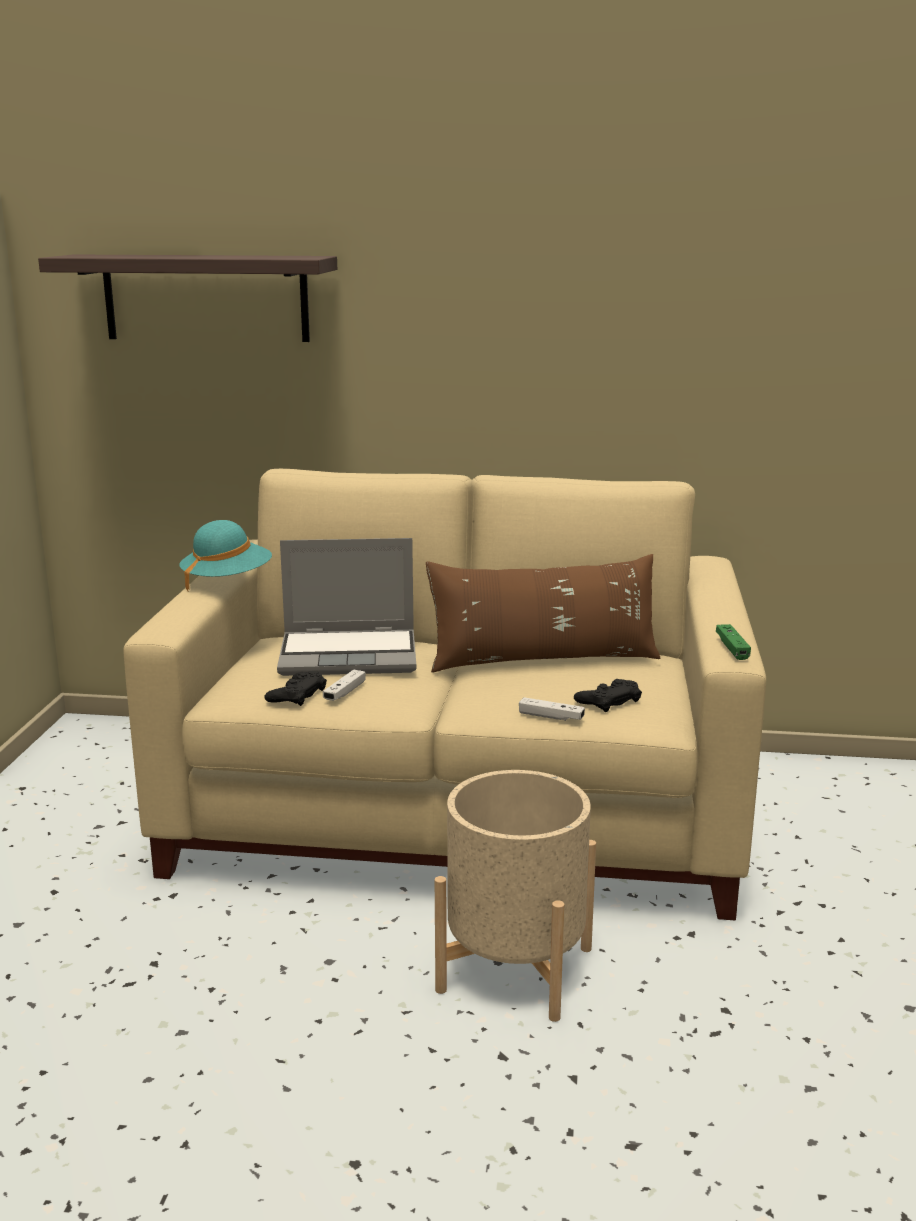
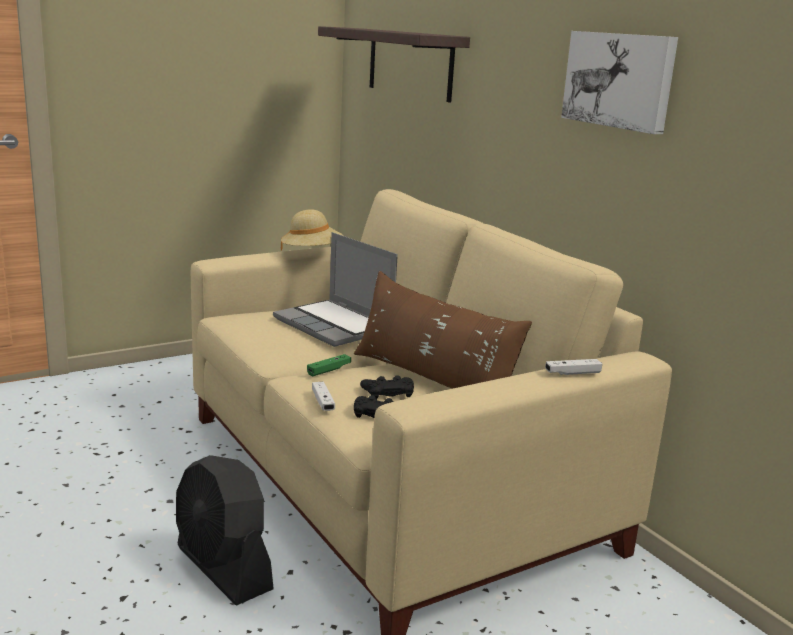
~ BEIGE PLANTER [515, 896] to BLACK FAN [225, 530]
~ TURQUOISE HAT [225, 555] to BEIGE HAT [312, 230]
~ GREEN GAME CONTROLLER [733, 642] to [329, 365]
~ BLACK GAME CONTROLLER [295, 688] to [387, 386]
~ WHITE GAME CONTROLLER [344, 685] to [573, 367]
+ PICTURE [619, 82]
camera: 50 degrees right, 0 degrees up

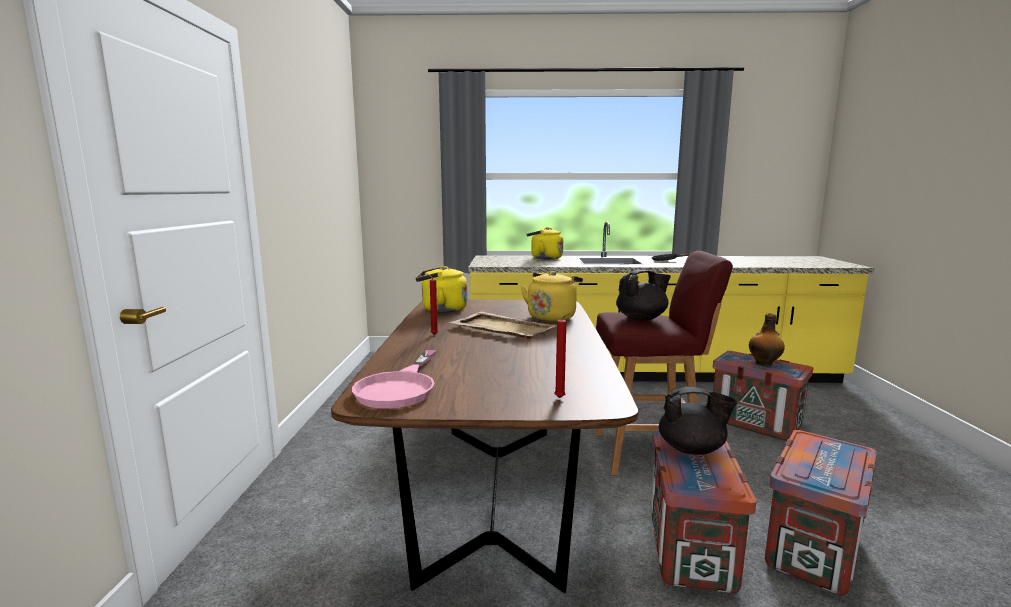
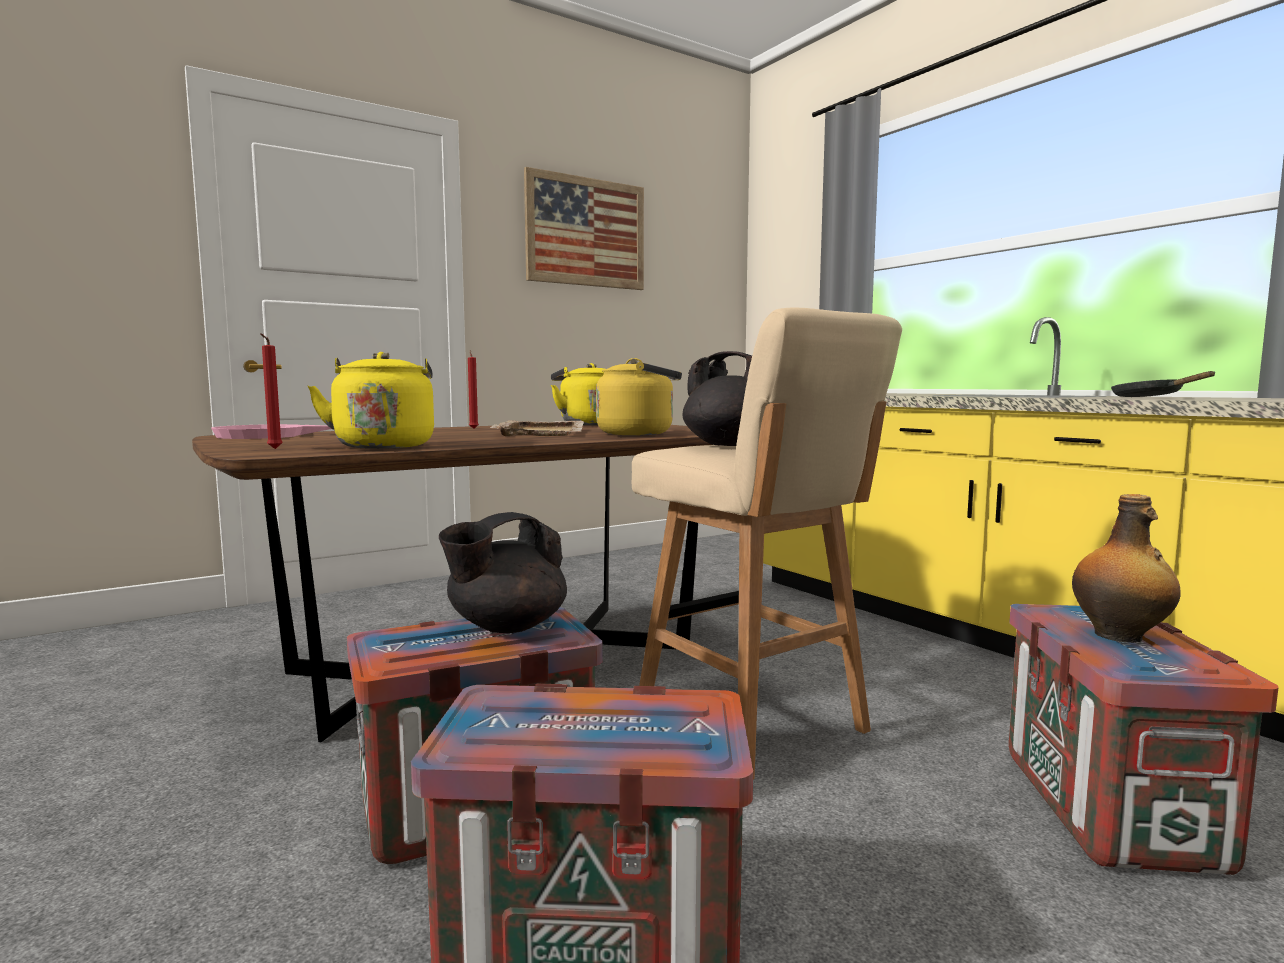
~ YELLOW KETTLE [545, 243] to [371, 400]
~ BLACK TEAPOT [698, 421] = [503, 572] 75 degrees clockwise
+ PICTURE [584, 228]
~ RED STOOL [664, 363] to BEIGE STOOL [767, 544]
camera: 55 degrees right, 5 degrees down

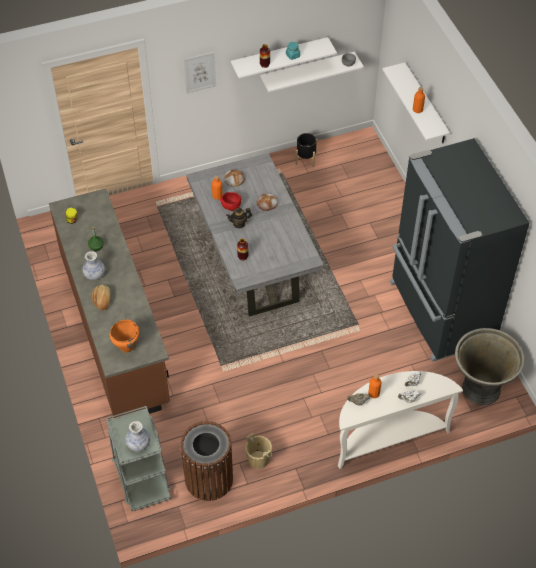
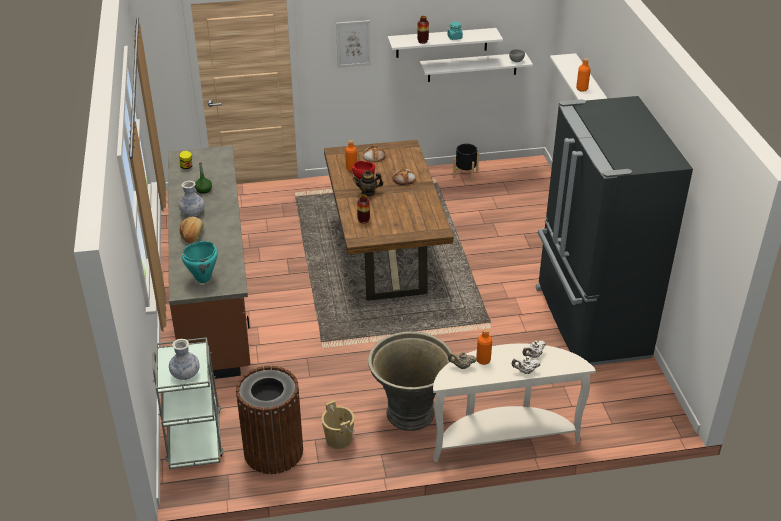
~ ORANGE COOKING POT [124, 336] to TURQUOISE COOKING POT [200, 262]
~ GREY DINING TABLE [255, 235] to BROWN DINING TABLE [389, 220]
~ GREY PLANTER [490, 366] to [411, 381]
camera: 10 degrees right, 15 degrees down

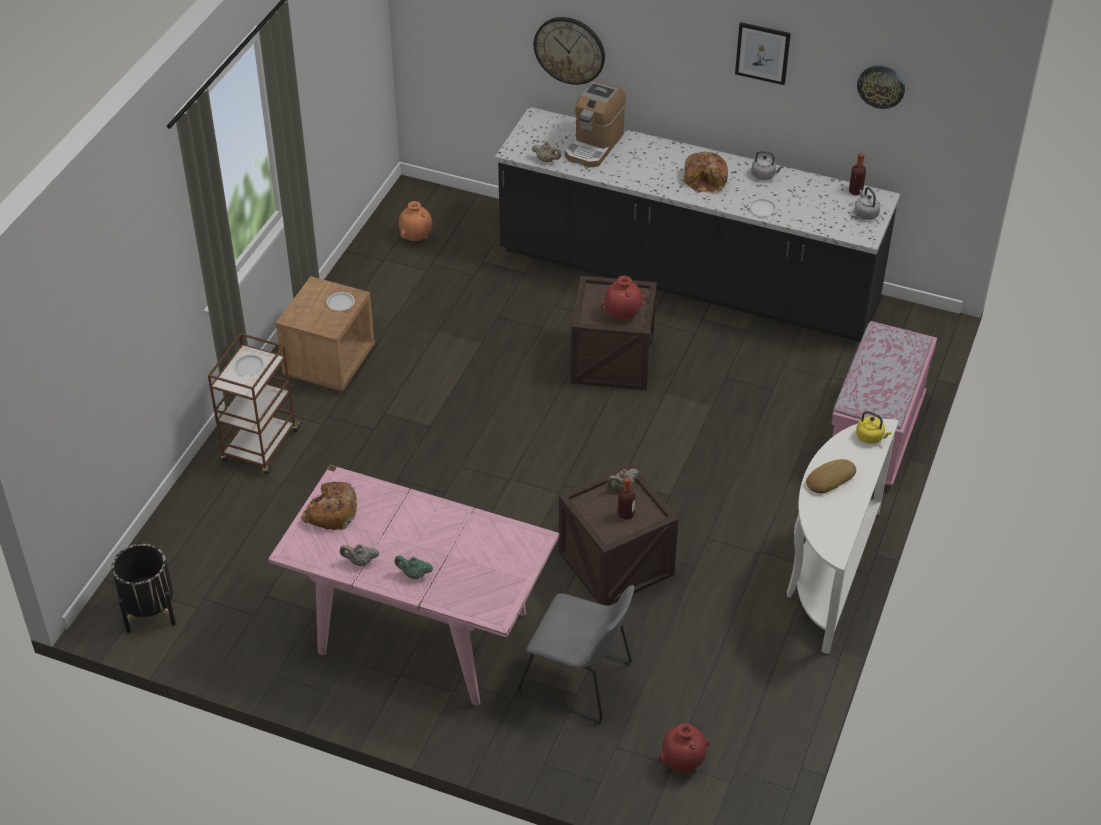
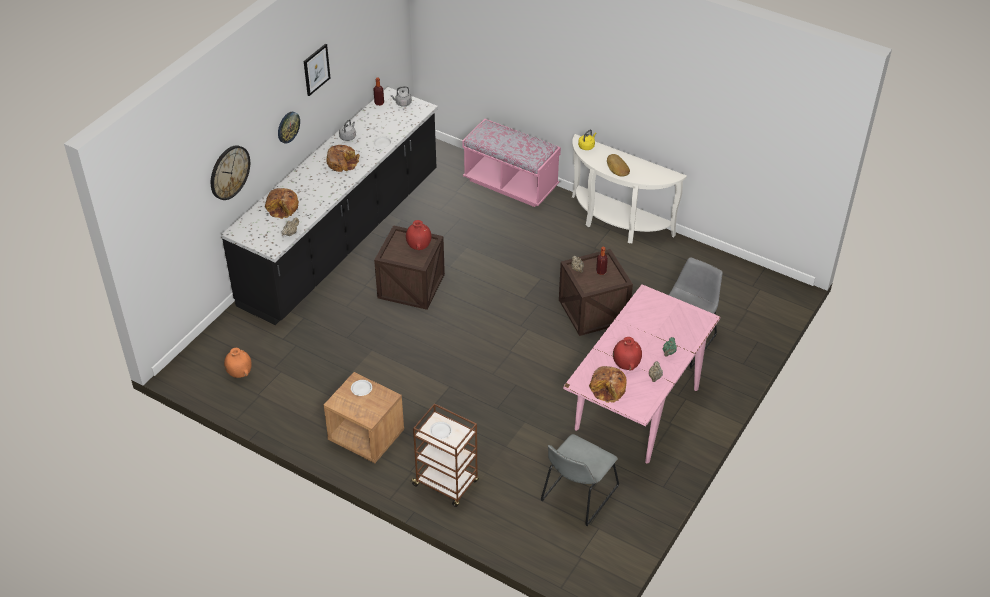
~ COFFEE MACHINE [595, 124] to BREAD [282, 203]
~ WALL CLOCK [881, 87] to [289, 128]
+ GREY CHAIR [580, 480]
~ RED VASE [684, 747] to [627, 353]
- BLACK PLANTER [143, 588]
camera: 80 degrees left, 0 degrees up

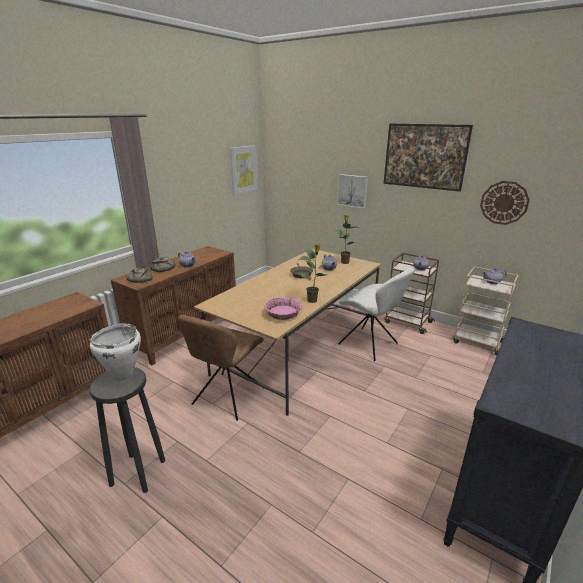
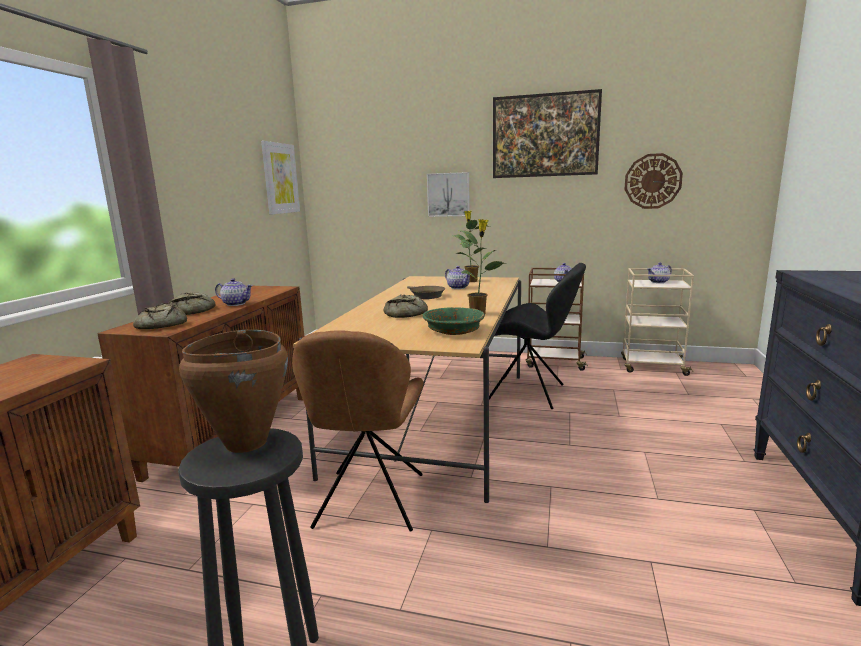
~ WHITE COOKING POT [115, 352] to BROWN COOKING POT [233, 391]
+ BREAD [406, 306]
~ PINK BOWL [283, 308] to GREEN BOWL [453, 321]
~ WHITE CHAIR [376, 314] to BLACK CHAIR [537, 336]
camera: 20 degrees left, 10 degrees down

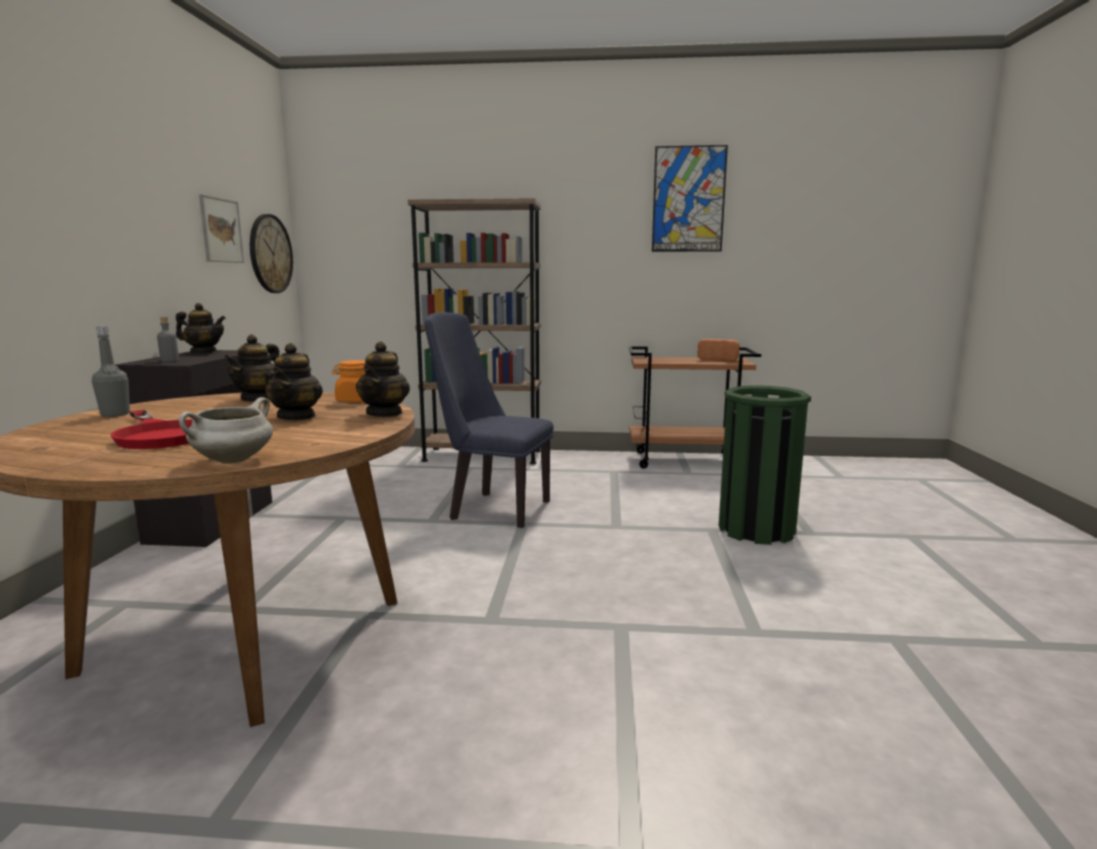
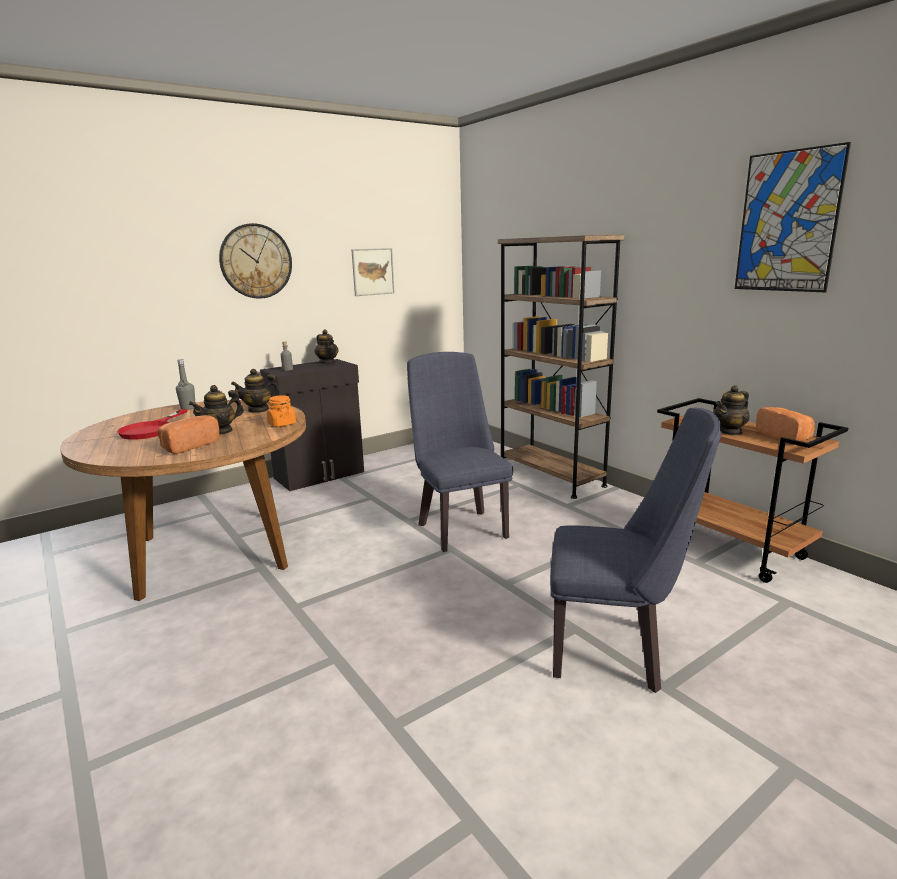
+ BREAD [188, 434]
~ WALL CLOCK [271, 253] to [255, 261]
~ GREEN TRASH CAN [765, 465] to BLUE CHAIR [636, 550]
~ TEAPOT [383, 379] to [731, 410]
- WHITE COOKING POT [226, 430]
camera: 50 degrees right, 5 degrees up

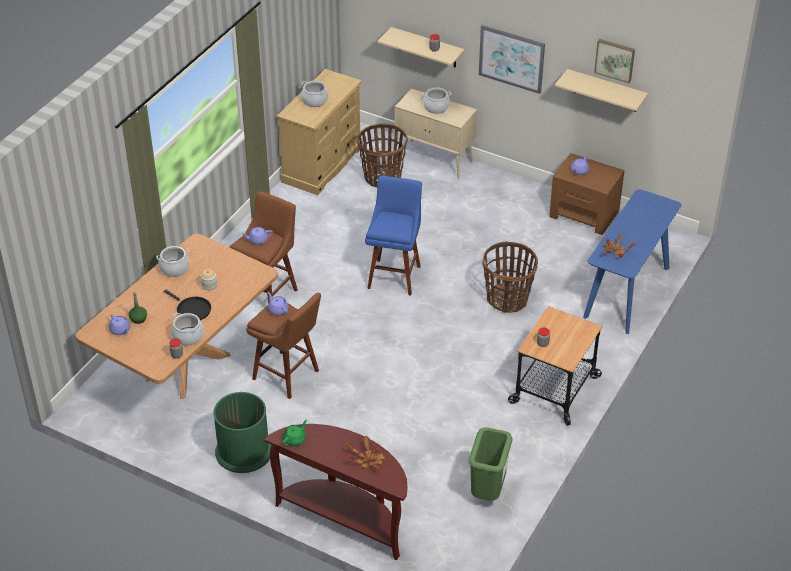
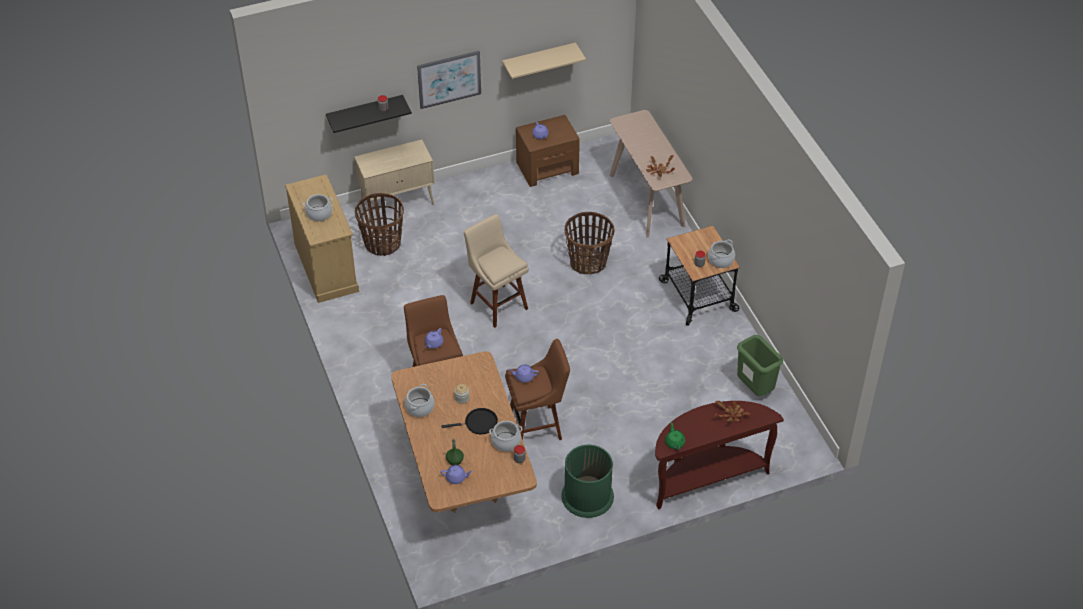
~ BEIGE SHELF [421, 47] to BLACK SHELF [369, 114]
~ BLUE STOOL [393, 235] to BEIGE STOOL [496, 271]
~ BLUE CONSOLE TABLE [632, 261] to BEIGE CONSOLE TABLE [650, 173]
~ COOKING POT [436, 101] to [721, 253]
- PICTURE [614, 61]
camera: 50 degrees left, 5 degrees up

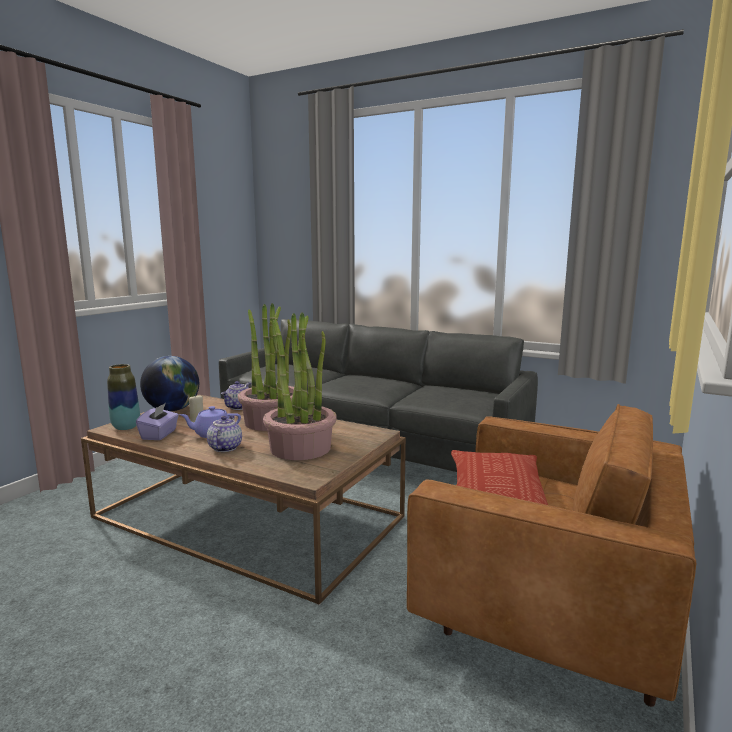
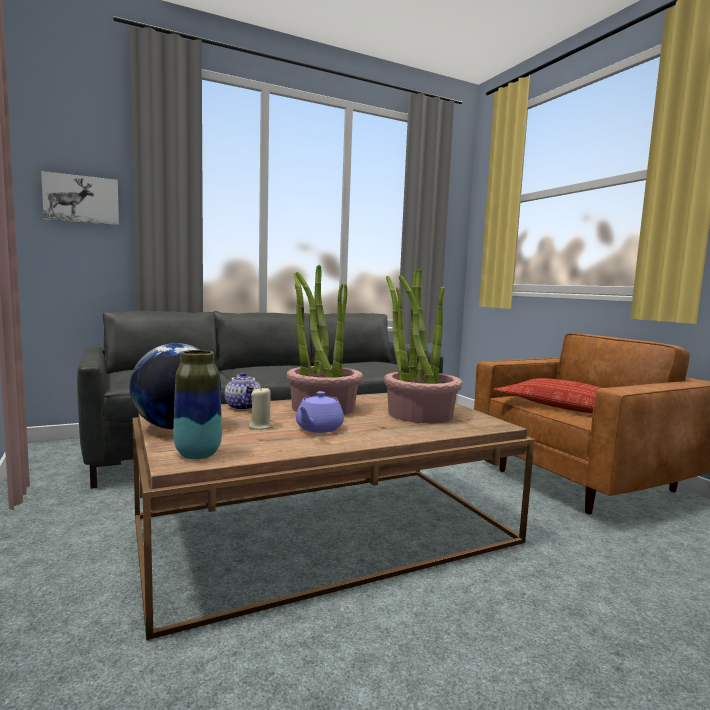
+ PICTURE [80, 198]
- PURPLE TISSUE BOX [157, 421]
- TEAPOT [224, 434]
camera: 55 degrees left, 5 degrees down

